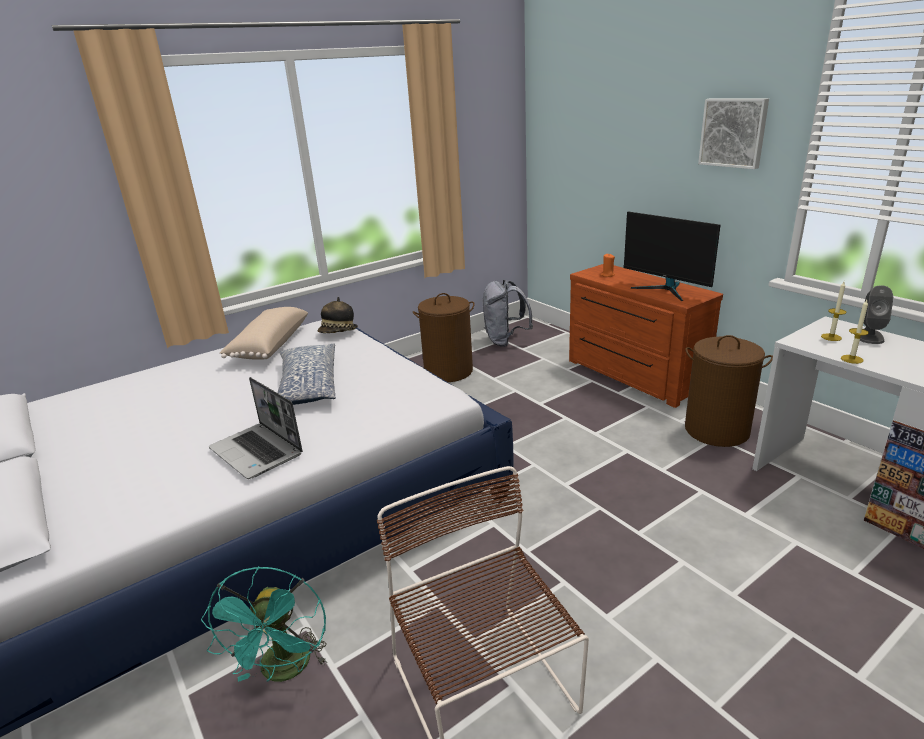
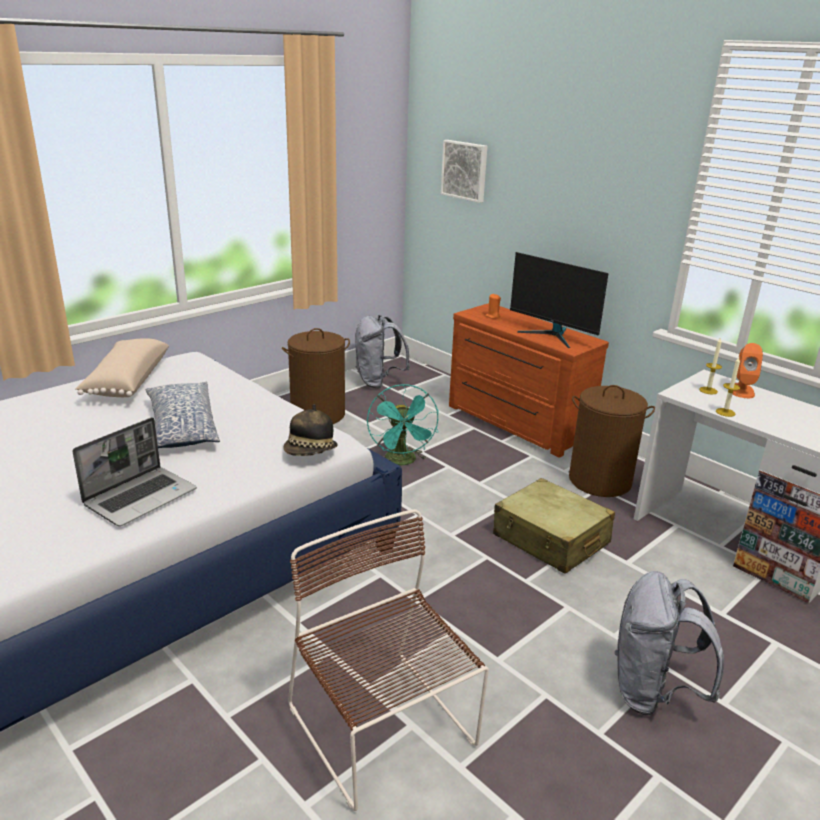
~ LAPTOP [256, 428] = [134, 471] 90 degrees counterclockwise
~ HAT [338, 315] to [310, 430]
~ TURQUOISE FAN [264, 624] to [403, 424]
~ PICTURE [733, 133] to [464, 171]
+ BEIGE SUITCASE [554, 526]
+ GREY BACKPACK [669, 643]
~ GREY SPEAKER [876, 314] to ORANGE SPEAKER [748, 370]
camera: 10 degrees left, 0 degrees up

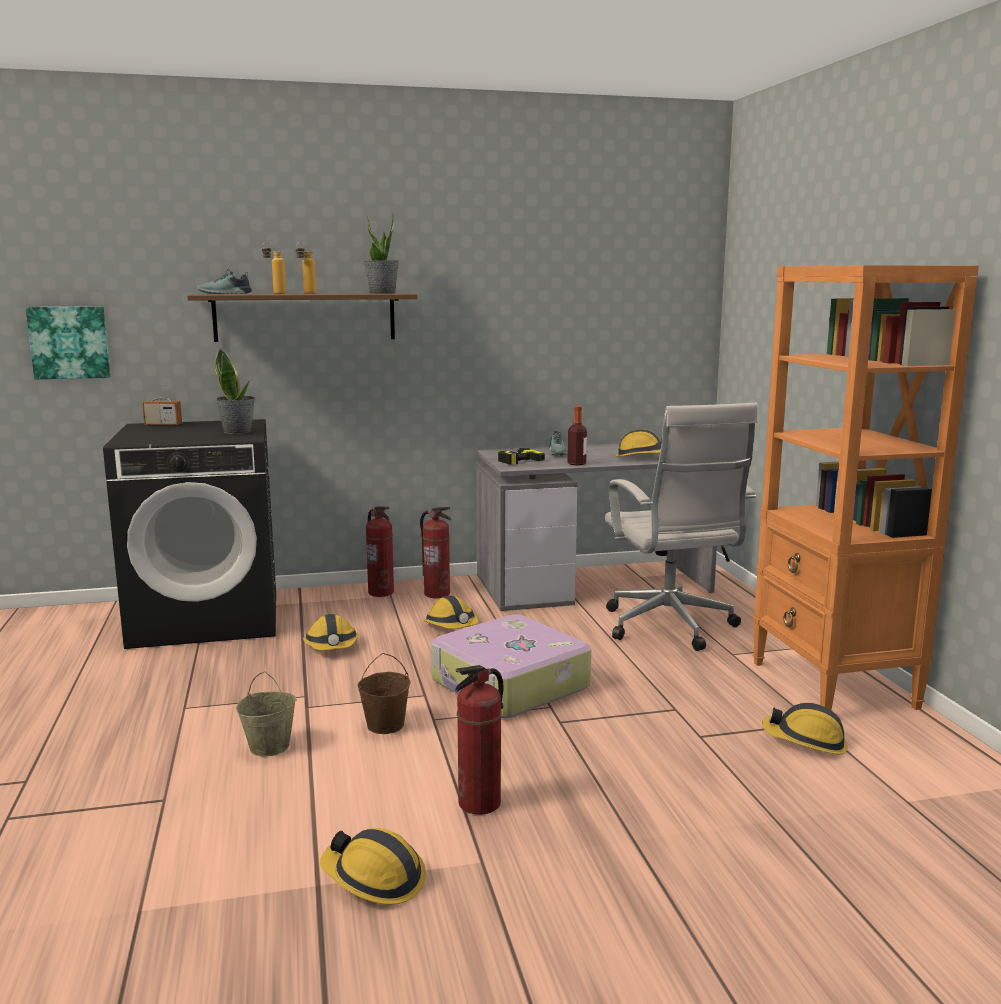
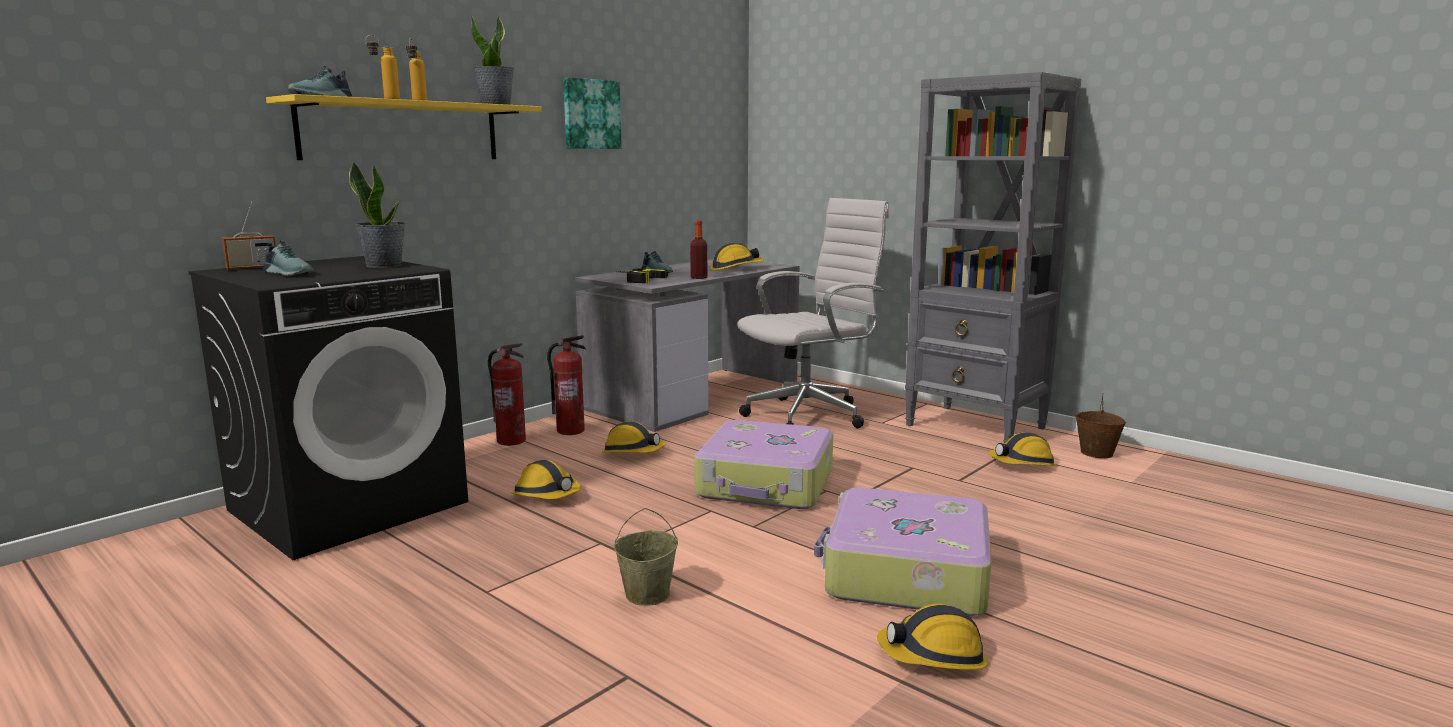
+ SHOE [288, 258]
~ BROWN SHELF [302, 317] to YELLOW SHELF [404, 127]
~ PICTURE [68, 343] to [592, 113]
~ WHITE OFFICE CHAIR [681, 527] = [813, 313] 75 degrees counterclockwise
~ FIRE EXTINGUISHER [479, 740] to SUITCASE [903, 551]
~ ORANGE BOOKCASE [866, 487] to GREY BOOKCASE [993, 257]
~ BROWN BUCKET [384, 693] to [1100, 426]
camera: 35 degrees left, 0 degrees up

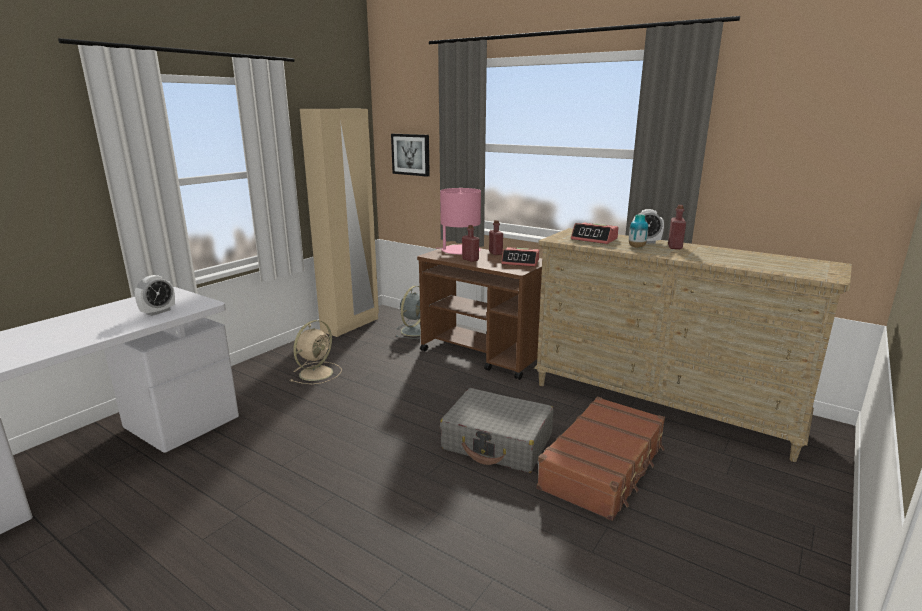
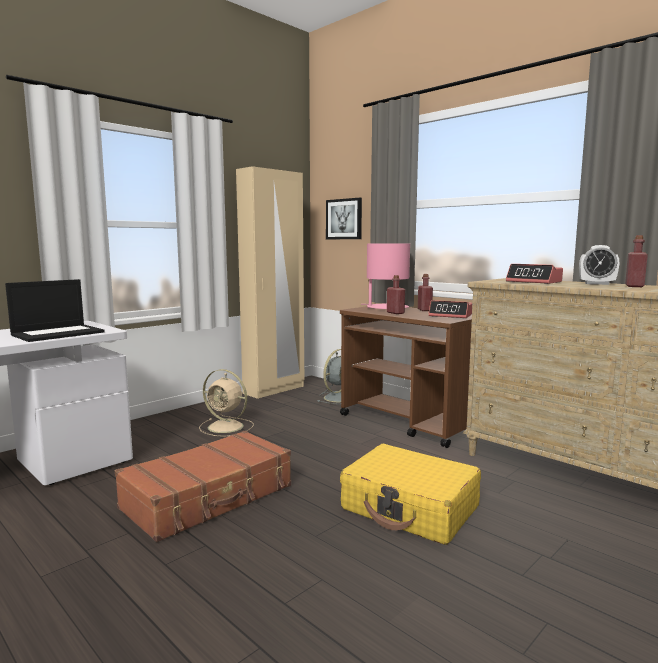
~ ALARM CLOCK [155, 295] to LAPTOP [55, 310]
~ BROWN SUITCASE [601, 459] to [203, 486]
~ BEIGE FAN [316, 352] = [226, 403] 75 degrees clockwise
~ GREY SUITCASE [497, 430] to YELLOW SUITCASE [410, 494]
- VASE [638, 231]
camera: 10 degrees right, 10 degrees down

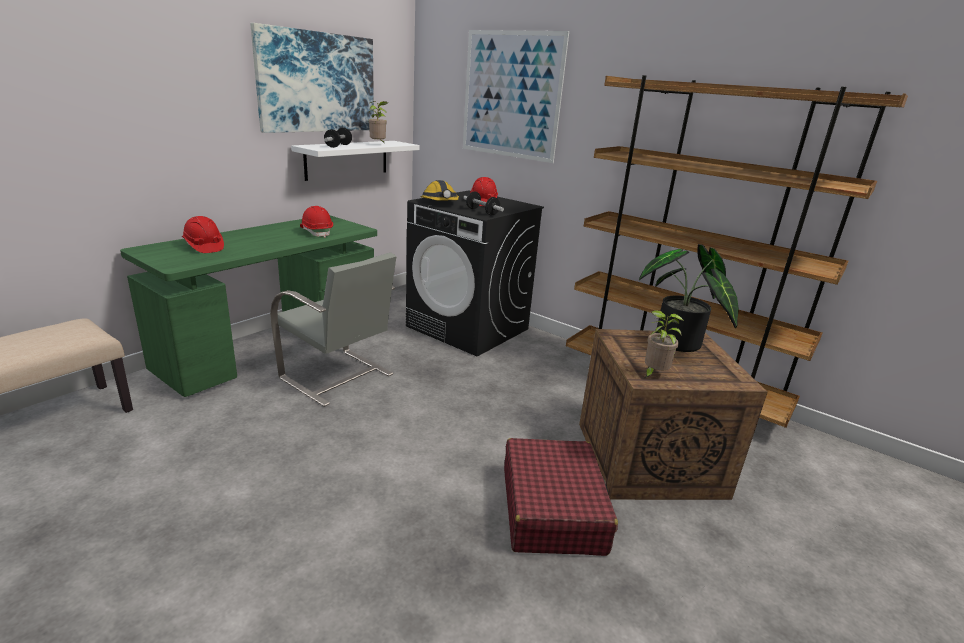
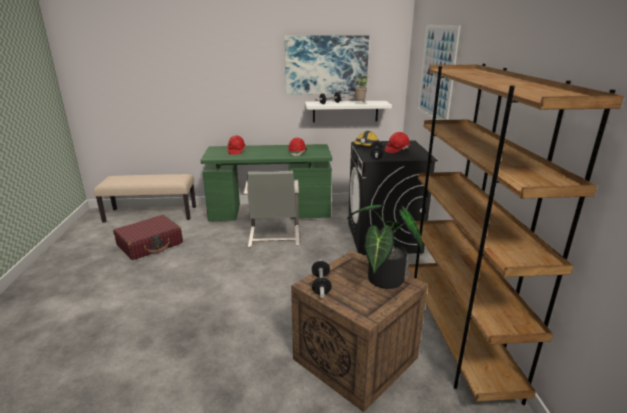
~ RED SUITCASE [561, 497] to [148, 237]
~ POTTED PLANT [664, 344] to DUMBBELL [321, 278]
camera: 50 degrees right, 0 degrees up

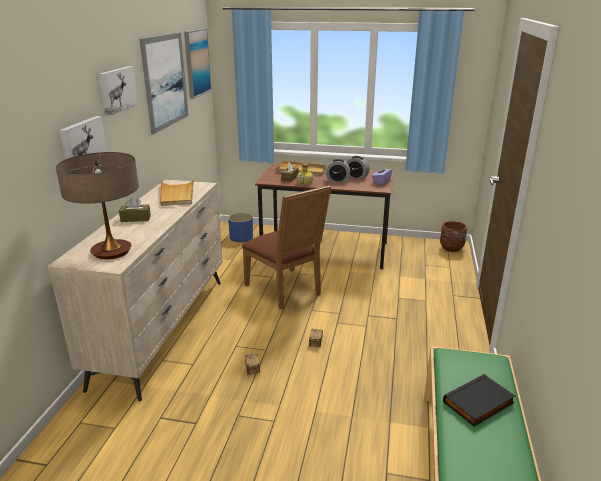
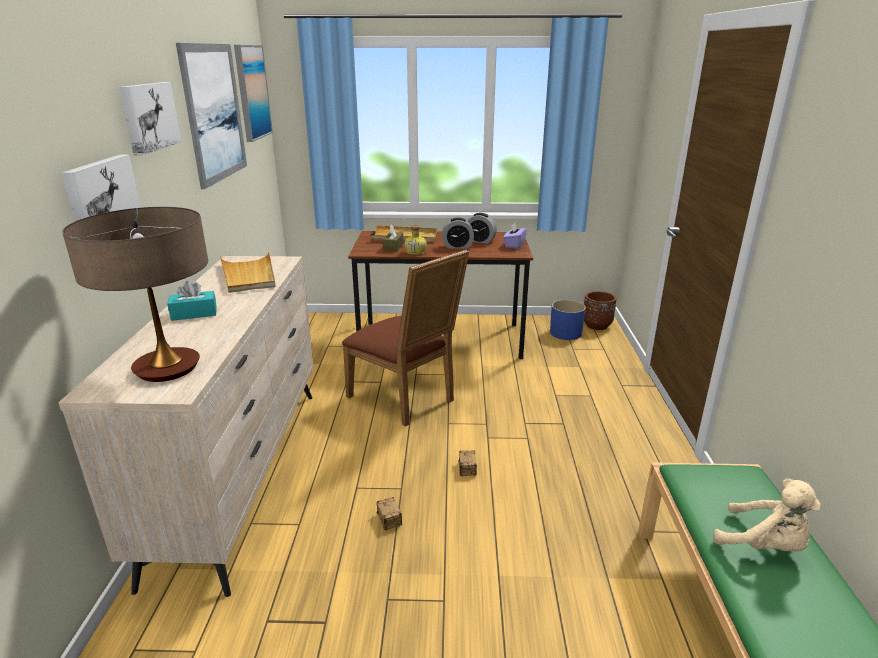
~ BROWN TISSUE BOX [135, 209] to TURQUOISE TISSUE BOX [192, 301]
~ BLUE PLANTER [240, 227] to [568, 320]
~ BLACK BOOK [479, 400] to BEIGE PLUSH TOY [767, 515]
camera: 10 degrees left, 0 degrees up

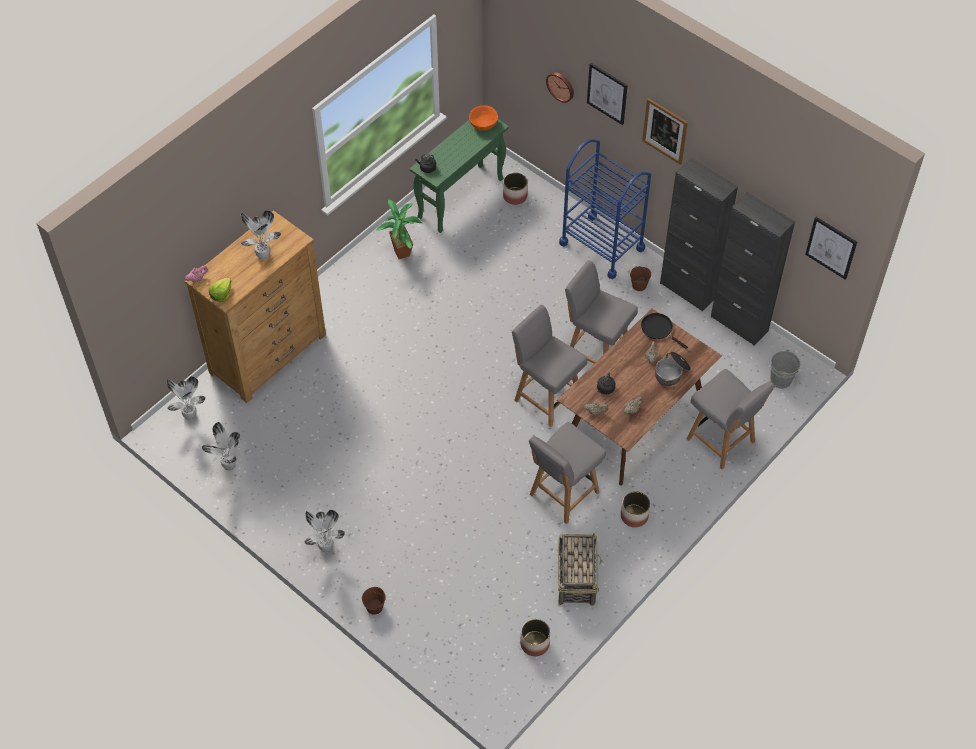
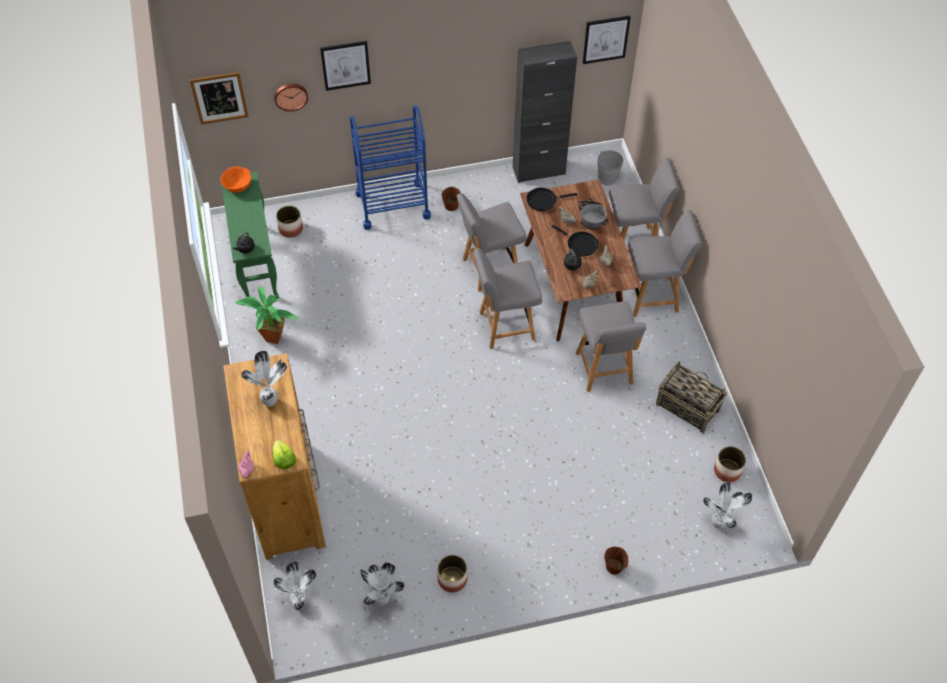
~ PICTURE [665, 131] to [219, 98]
~ PLANTER [635, 509] to [452, 574]
+ BLACK FRYING PAN [575, 240]
+ GREY CHAIR [665, 263]
~ POTTED PLANT [325, 531] to [727, 505]
- BLACK CABINET [699, 234]
camera: 55 degrees left, 0 degrees up

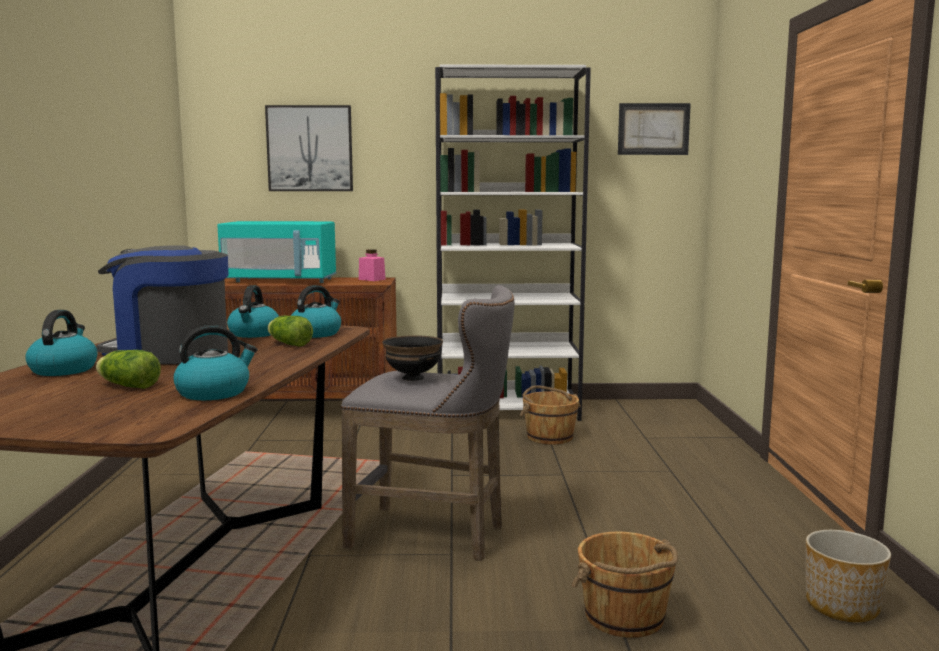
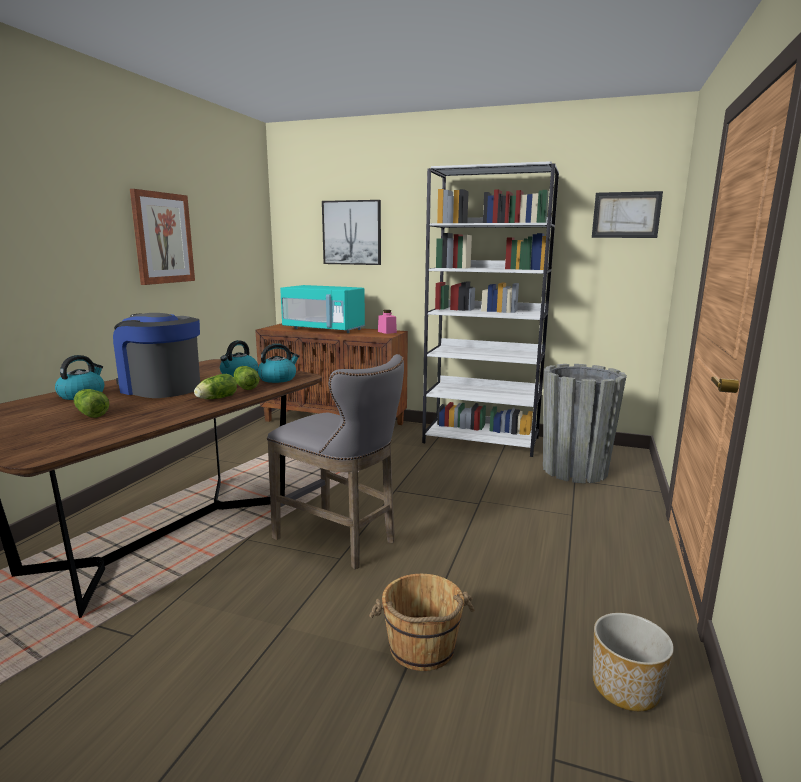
+ PICTURE [162, 237]
+ LETTUCE [215, 386]
+ GREY PLANTER [585, 423]
- KETTLE [215, 362]
- BLACK BOWL [412, 358]
- BROWN BUCKET [550, 414]
camera: 20 degrees right, 5 degrees up

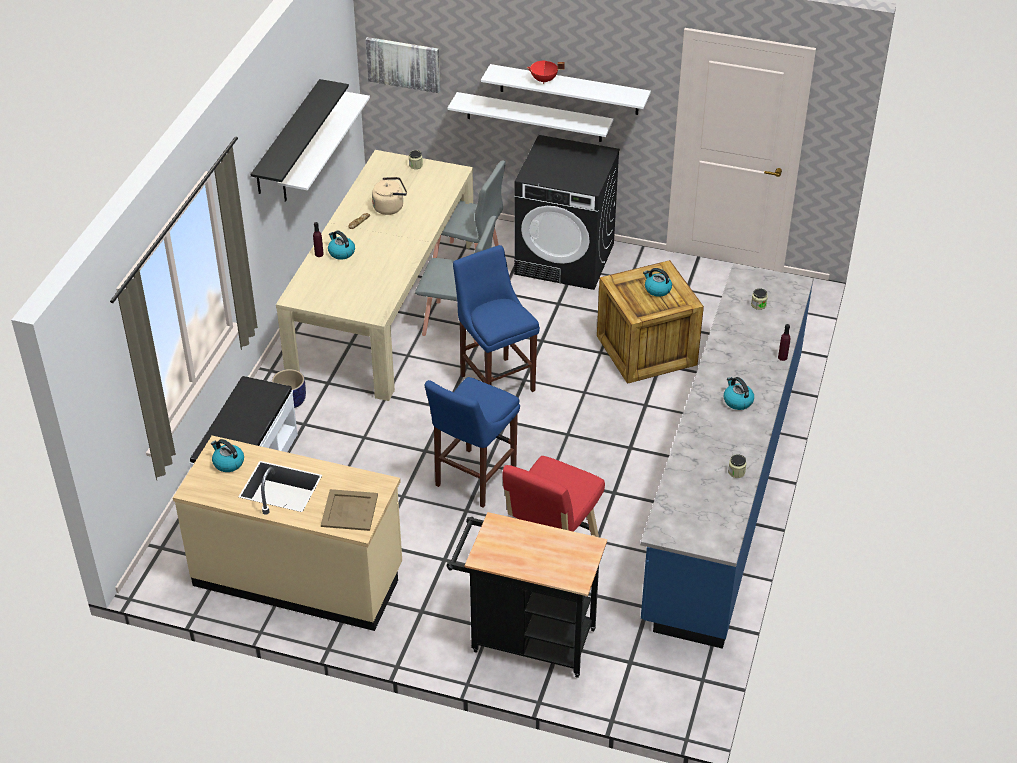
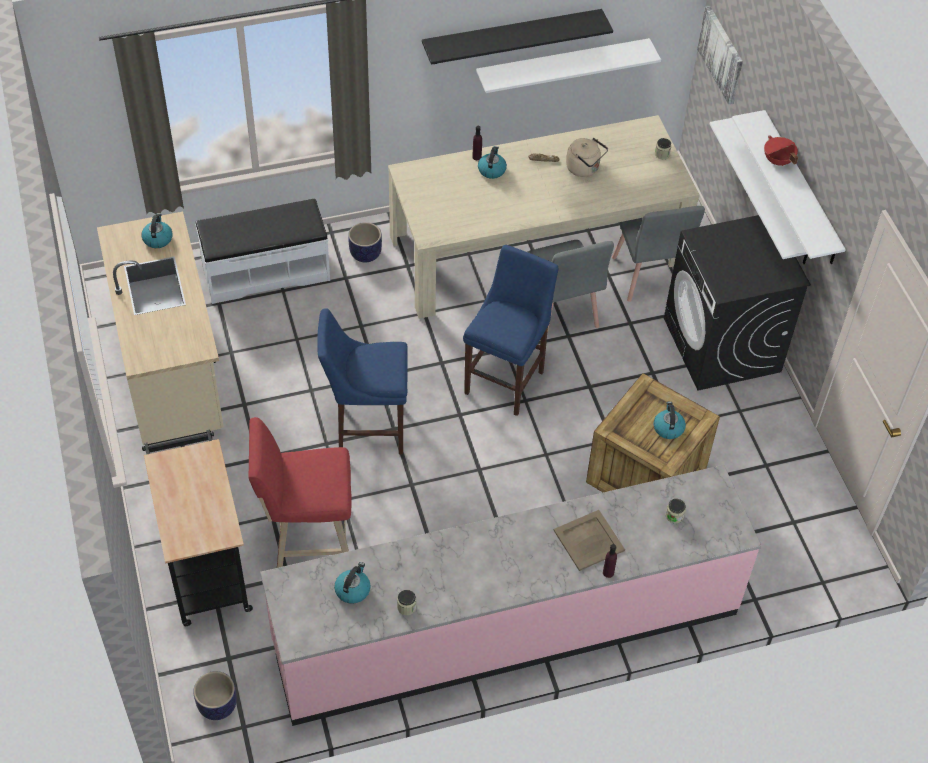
+ PLANTER [215, 695]
~ BLUE COUNTER [727, 456] to PINK COUNTER [510, 595]
~ KETTLE [739, 393] to [352, 583]
~ BEIGE TRAY [349, 510] to [589, 540]
camera: 55 degrees right, 10 degrees up

